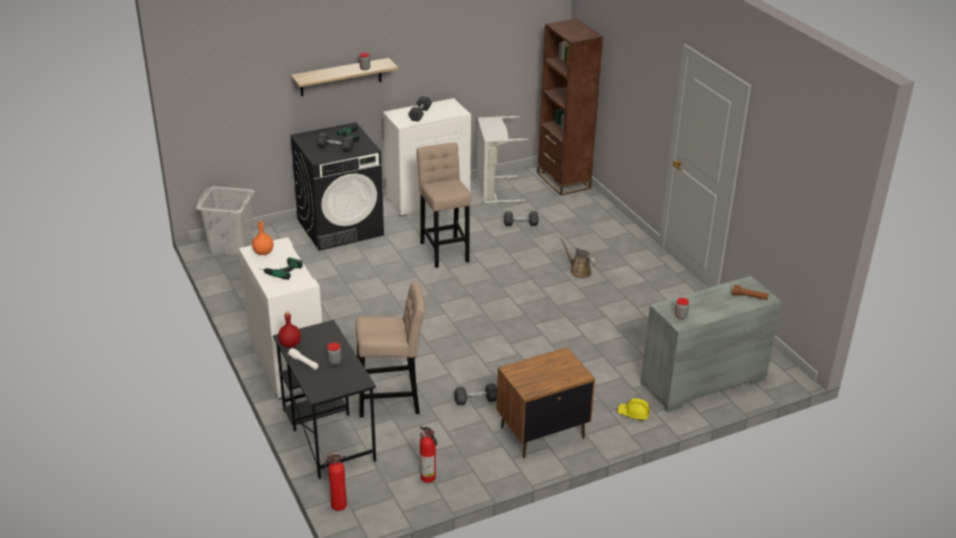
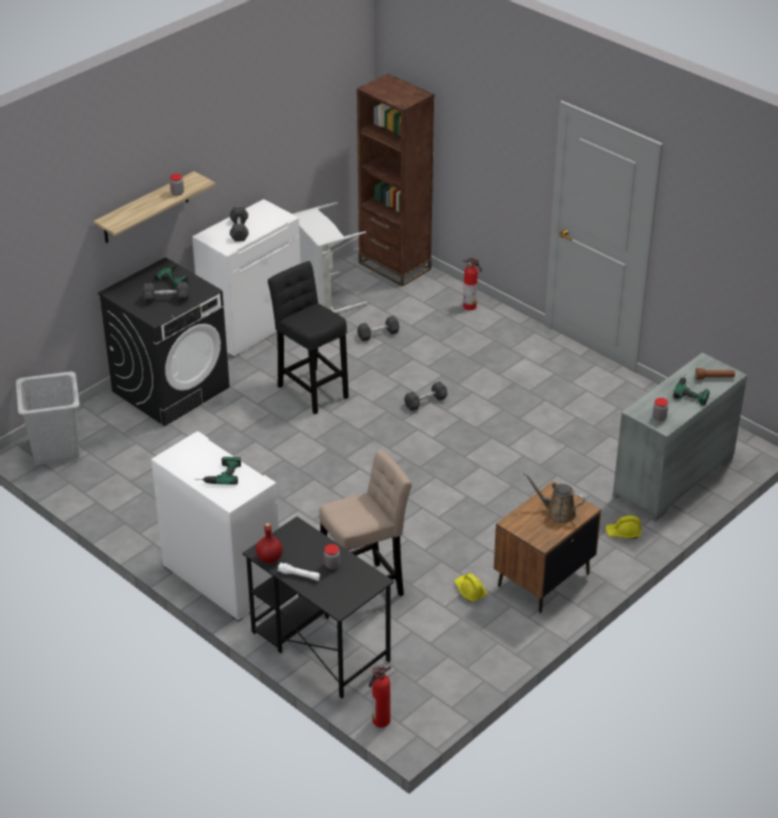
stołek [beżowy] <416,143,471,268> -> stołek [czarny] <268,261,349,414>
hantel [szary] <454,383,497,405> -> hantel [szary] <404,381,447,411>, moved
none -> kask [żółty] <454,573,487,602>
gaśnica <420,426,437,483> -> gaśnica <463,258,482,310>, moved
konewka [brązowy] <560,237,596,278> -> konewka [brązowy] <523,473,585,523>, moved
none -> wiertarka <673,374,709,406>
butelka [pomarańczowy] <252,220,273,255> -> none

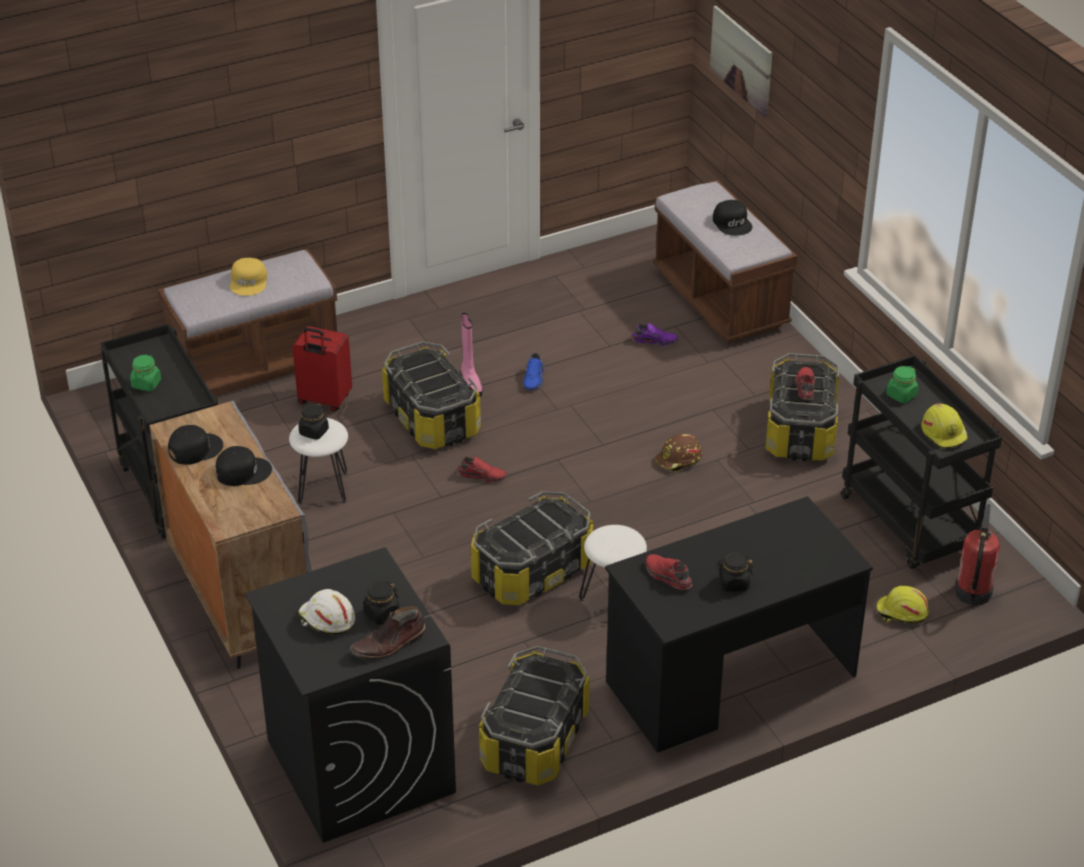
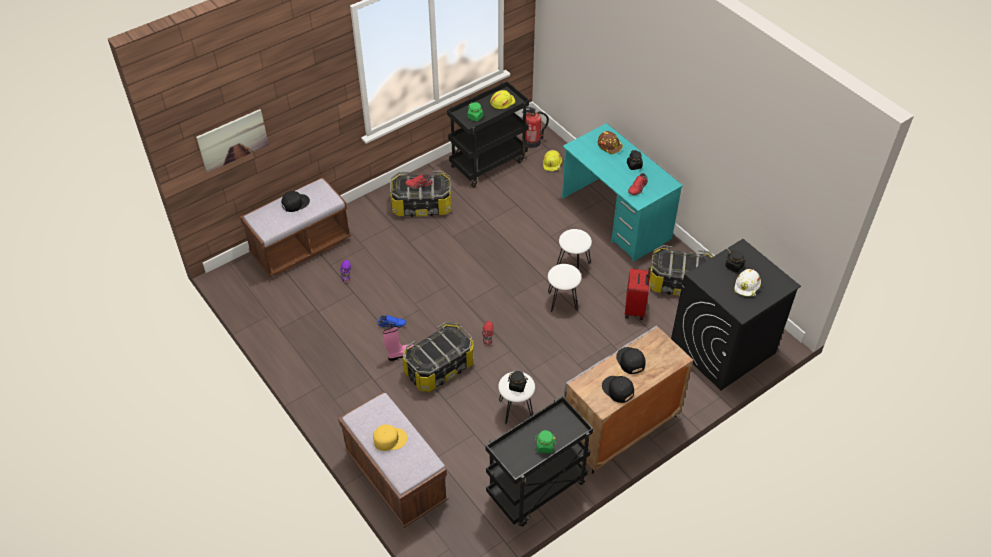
pojemnik do przechowywania <471,491,593,605> -> stołek [biały] <548,264,581,313>
biurko [czarny] <605,496,873,753> -> biurko [turkusowy] <562,123,683,262>
kask [brązowy] <655,434,702,473> -> kask [brązowy] <598,131,623,154>, moved
walizka [czerwony] <293,326,352,411> -> walizka [czerwony] <625,268,651,320>, moved
but z cholewką [brązowy] <350,606,426,660> -> none

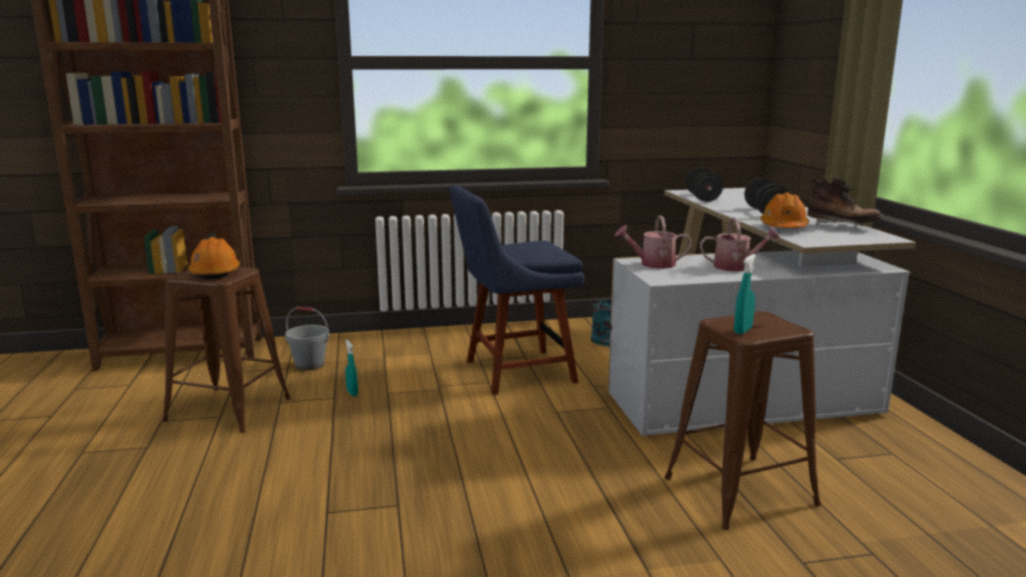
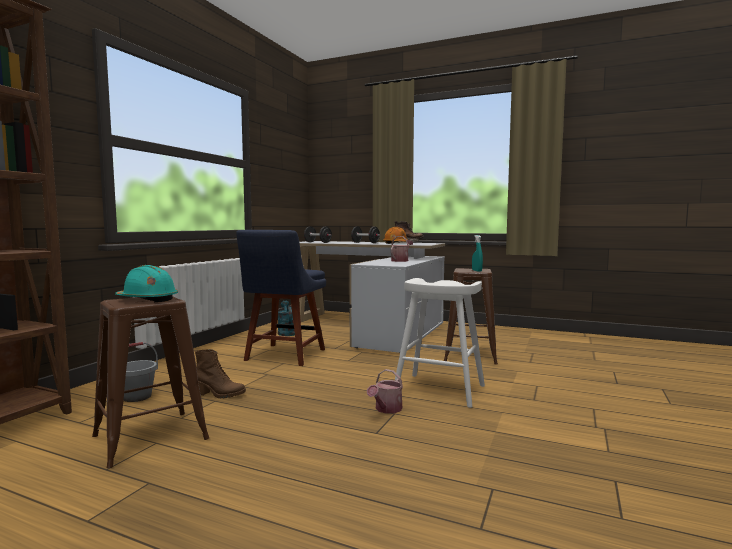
kask [pomarańczowy] <188,237,240,280> -> kask [turkusowy] <115,265,178,302>
spryskiwacz [turkusowy] <345,340,358,397> -> but z cholewką [brązowy] <195,349,246,398>
konewka <615,215,692,269> -> konewka <367,369,403,414>, moved
none -> stołek [biały] <395,278,485,408>

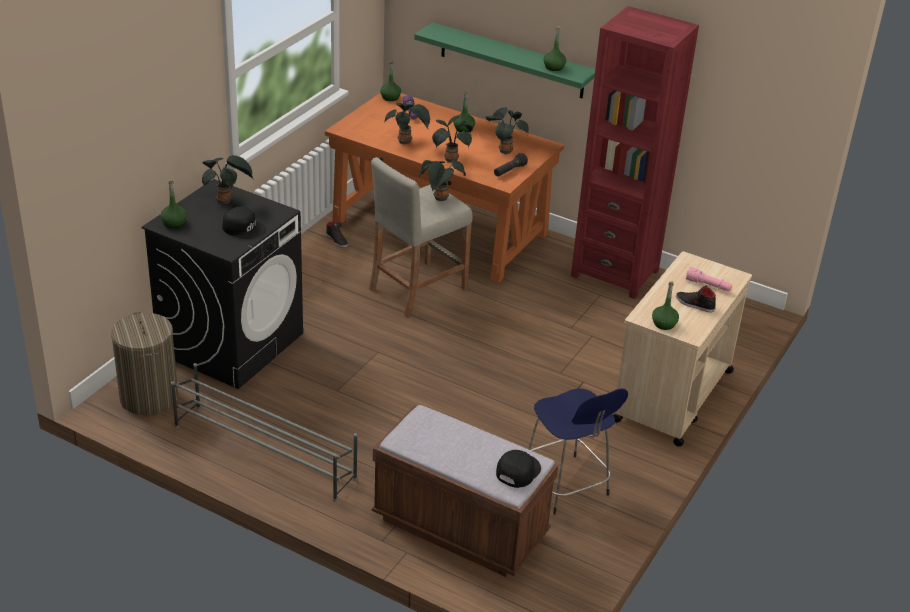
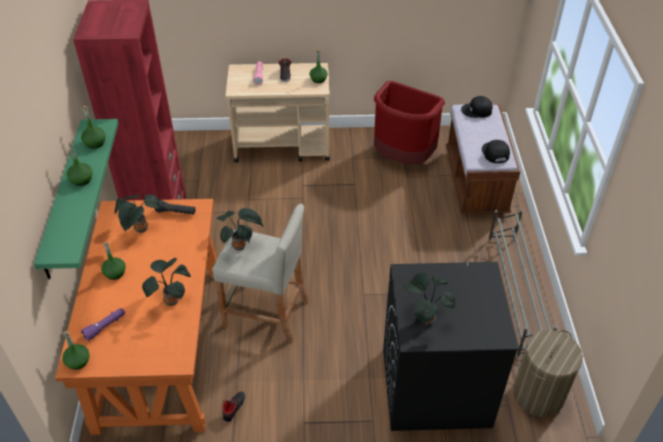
butelka [zielony] <160,180,187,228> -> butelka [zielony] <67,142,93,186>, moved
stołek [niebieski] <528,388,628,515> -> kosz na śmieci [czerwony] <374,81,445,165>
czapka z daszkiem [czarny] <222,207,266,239> -> czapka z daszkiem [czarny] <482,140,510,163>, moved
roślina doniczkowa <432,116,472,163> -> none

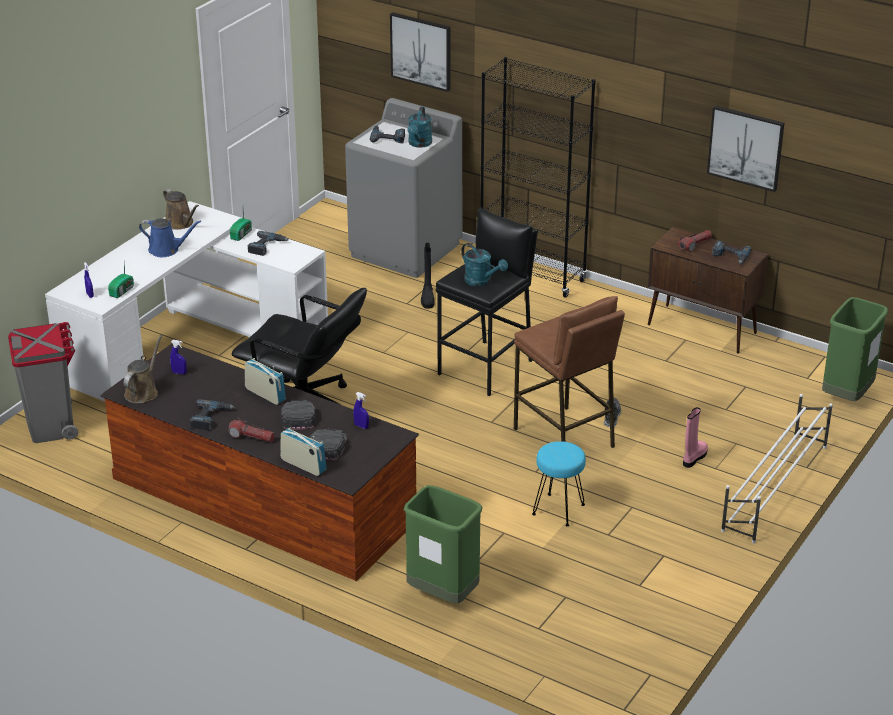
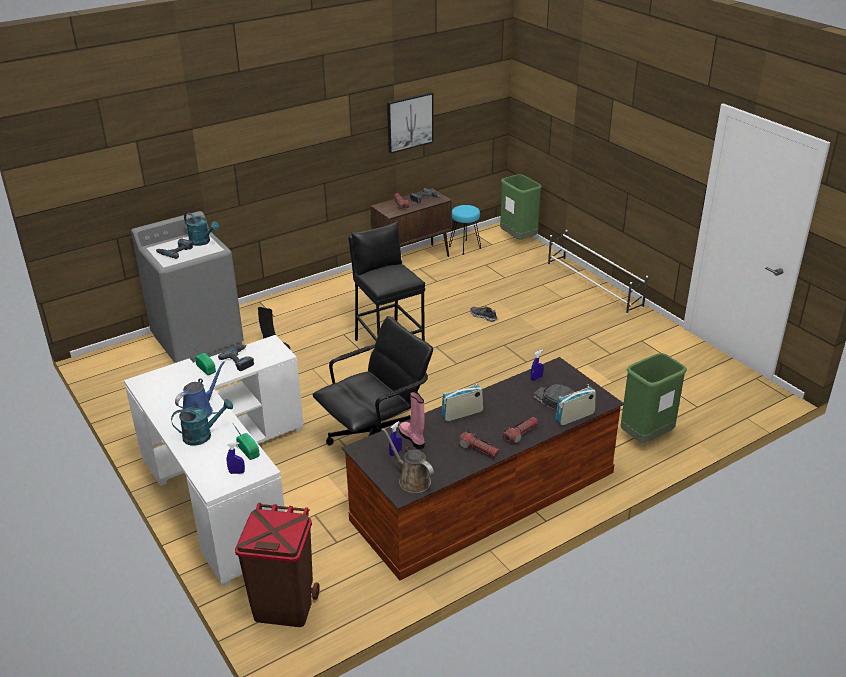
konewka [turkusowy] <461,243,508,287> -> konewka [turkusowy] <171,399,233,446>, moved
kosz na śmieci [szary] <8,322,78,443> -> kosz na śmieci [brązowy] <235,503,320,627>
but z cholewką [różowy] <683,407,708,468> -> but z cholewką [różowy] <399,391,425,449>, moved
stołek [turkusowy] <532,441,586,526> -> stołek [turkusowy] <449,205,481,255>, moved
wiertarka <190,399,235,430> -> latarka <459,430,500,458>
konewka [brązowy] <163,189,199,230> -> none
czapka z daszkiem [czarny] <281,400,315,430> -> none
obraz <390,12,451,92> -> none
regał [czarny] <480,57,596,298> -> none
stołek [brązowy] <514,296,625,448> -> none

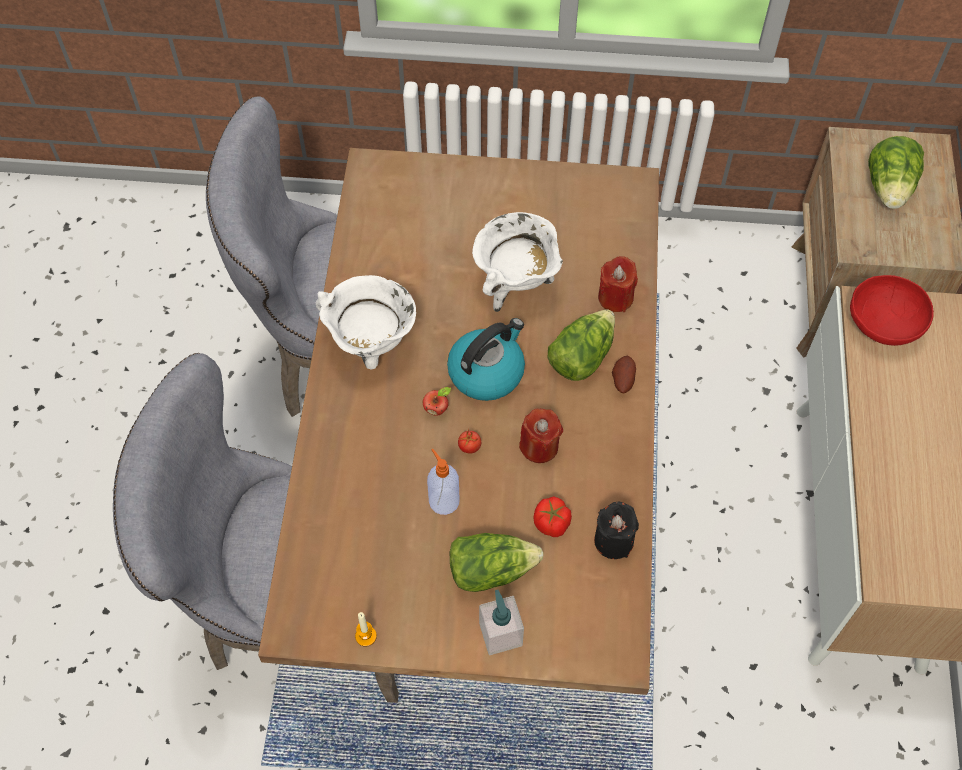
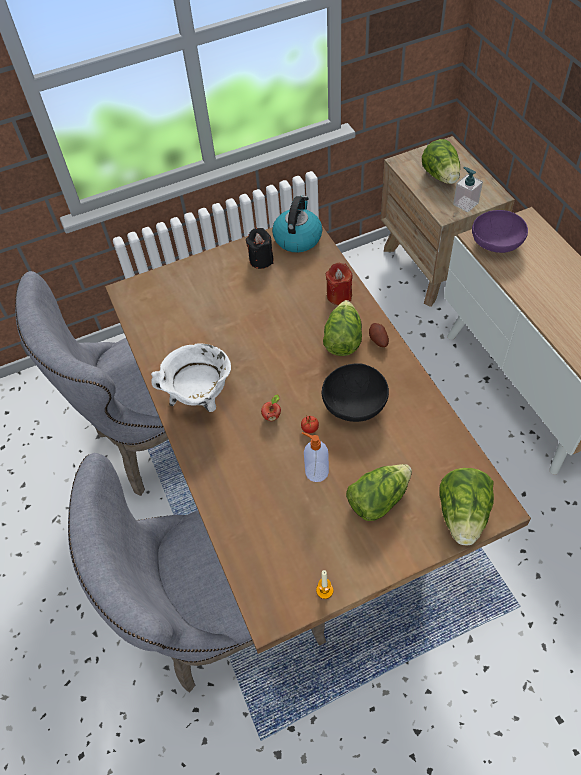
świeca [czarny] <594,502,639,559> -> świeca [czarny] <246,228,274,269>, moved
czajnik <447,318,525,401> -> czajnik <272,196,322,253>, moved
świeca [czerwony] <519,409,563,463> -> miska [czarny] <321,363,389,422>
none -> sałata <439,468,494,545>
dozownik mydła <479,590,524,655> -> dozownik mydła <453,167,483,212>, moved
miska [czerwony] <850,275,934,346> -> miska [fioletowy] <472,210,528,253>
garnek [biały] <472,212,563,312> -> none
pomidor <533,496,572,537> -> none

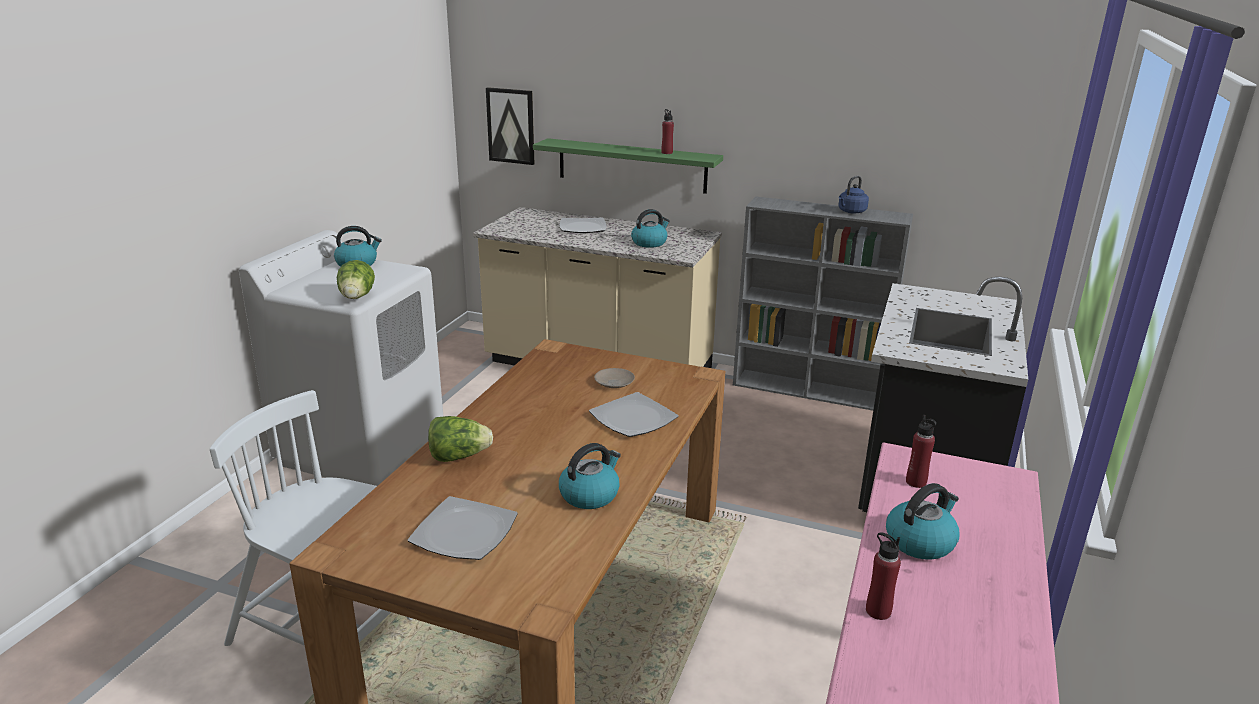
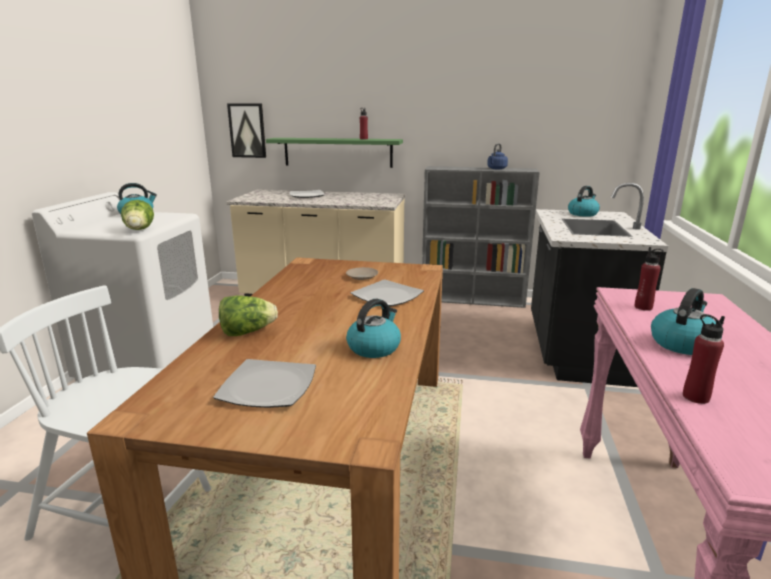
czajnik <631,209,670,248> -> czajnik <568,186,600,217>, moved

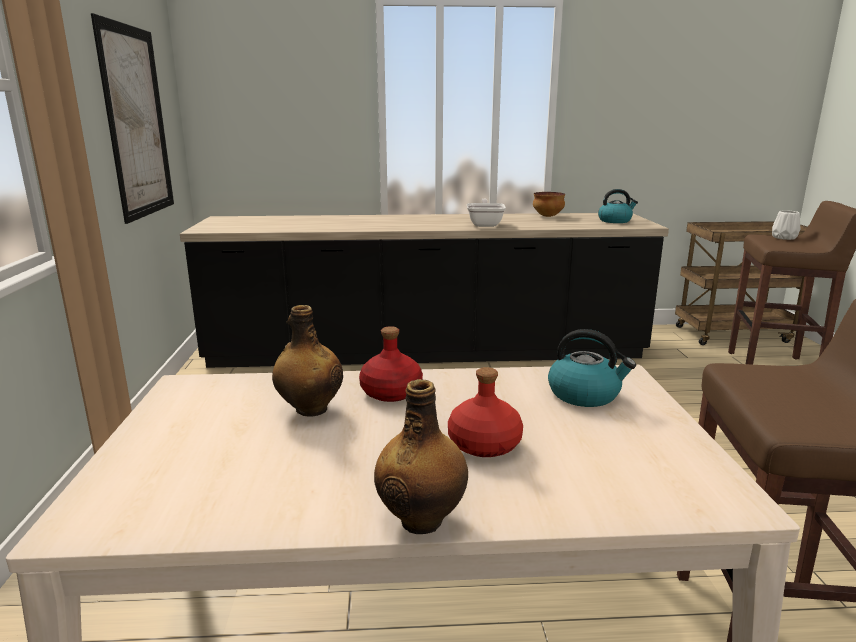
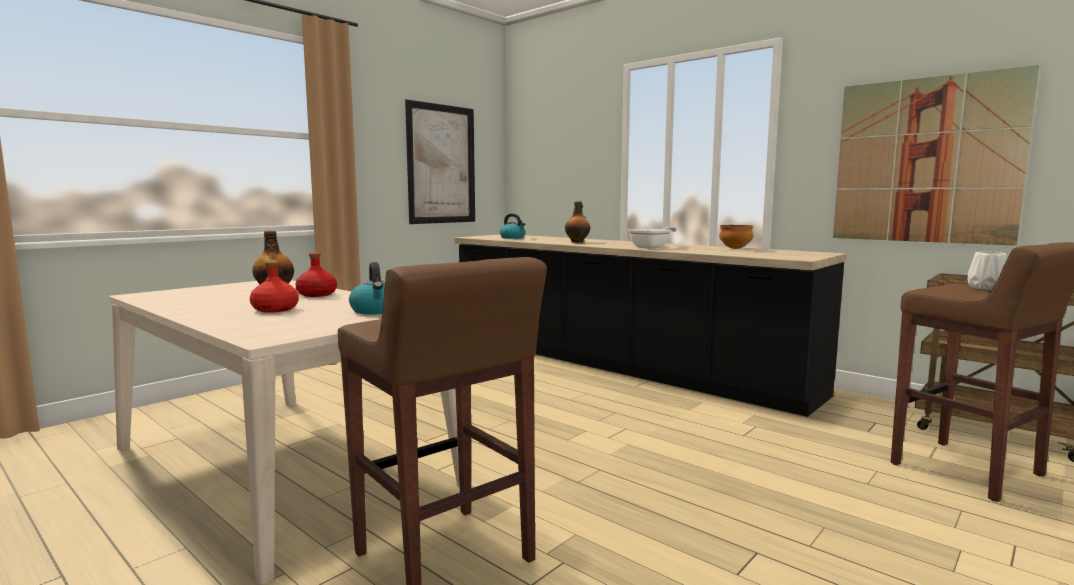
czajnik <598,189,638,223> -> czajnik <500,213,526,239>, moved
butelka <374,379,468,534> -> butelka <565,201,590,243>, moved
none -> obraz <833,65,1039,246>

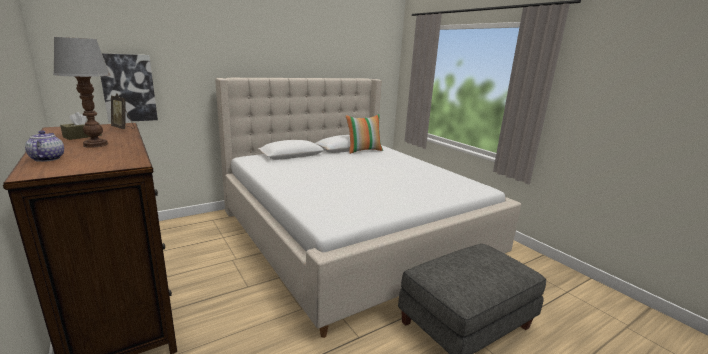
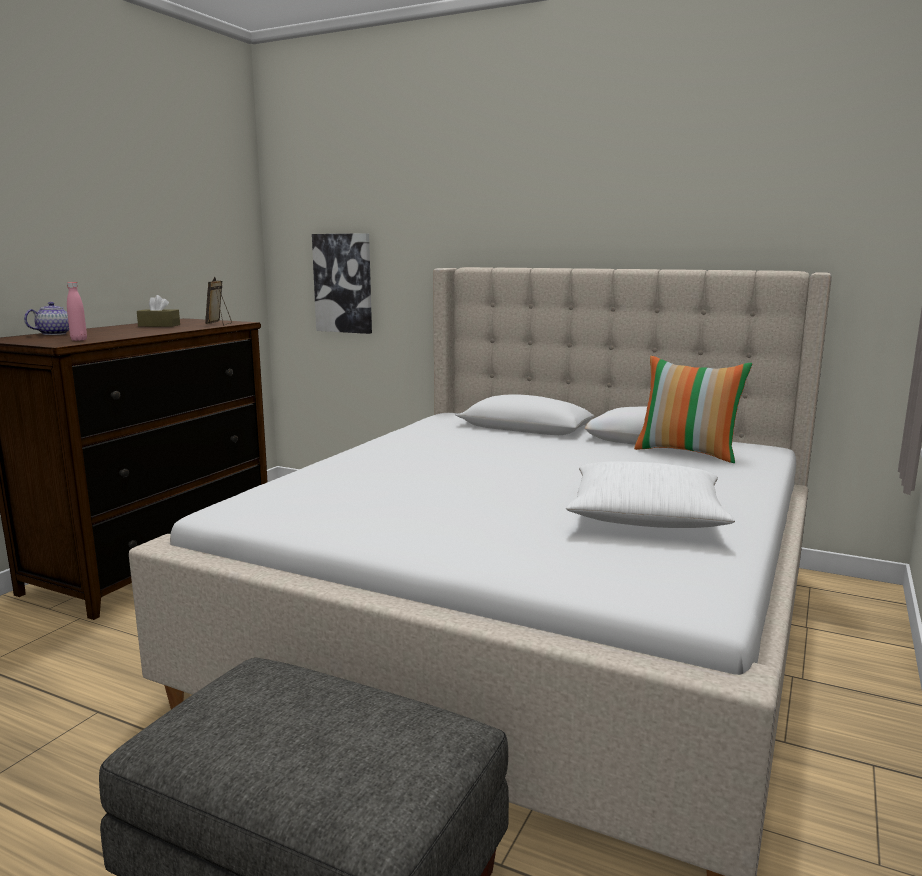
none -> butelka [różowy] <67,282,87,341>
none -> poduszka [biały] <566,461,735,528>
lampa stołowa <53,37,110,148> -> none

